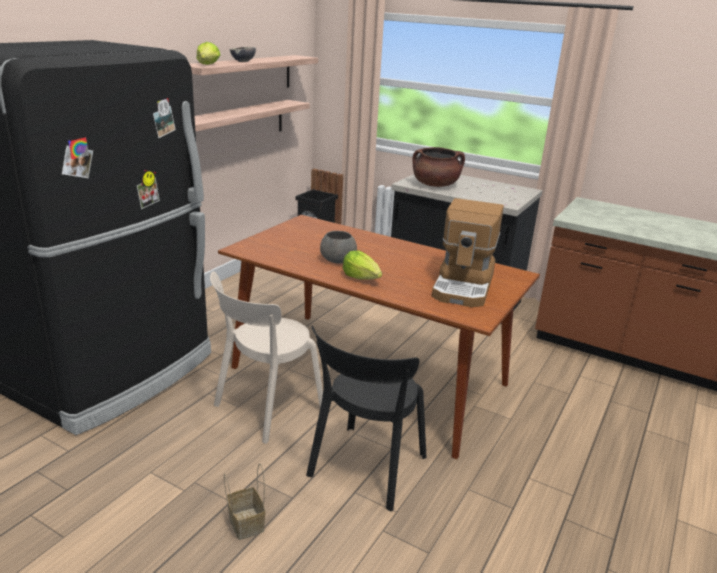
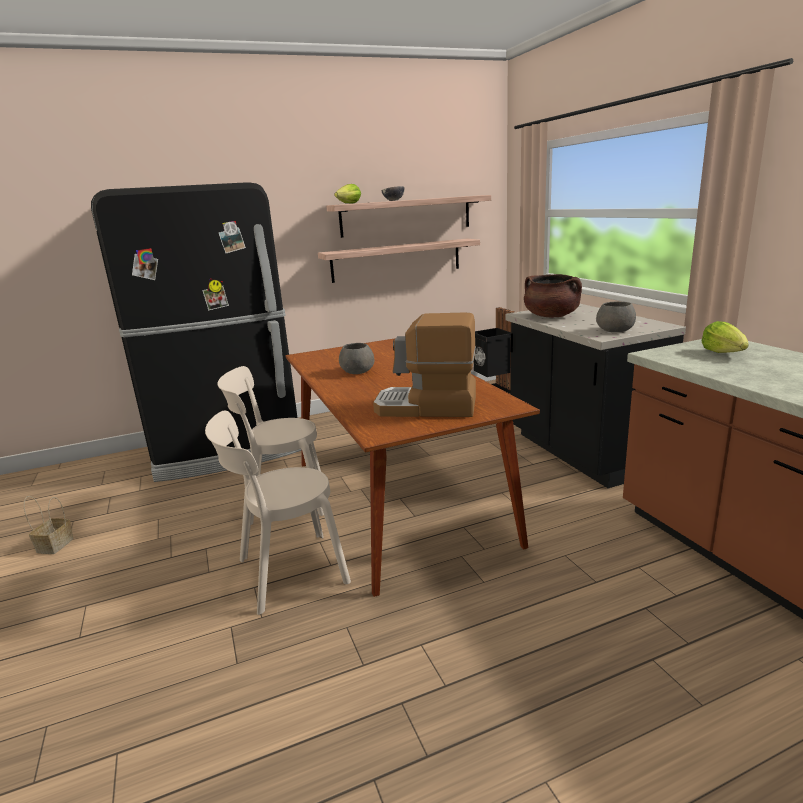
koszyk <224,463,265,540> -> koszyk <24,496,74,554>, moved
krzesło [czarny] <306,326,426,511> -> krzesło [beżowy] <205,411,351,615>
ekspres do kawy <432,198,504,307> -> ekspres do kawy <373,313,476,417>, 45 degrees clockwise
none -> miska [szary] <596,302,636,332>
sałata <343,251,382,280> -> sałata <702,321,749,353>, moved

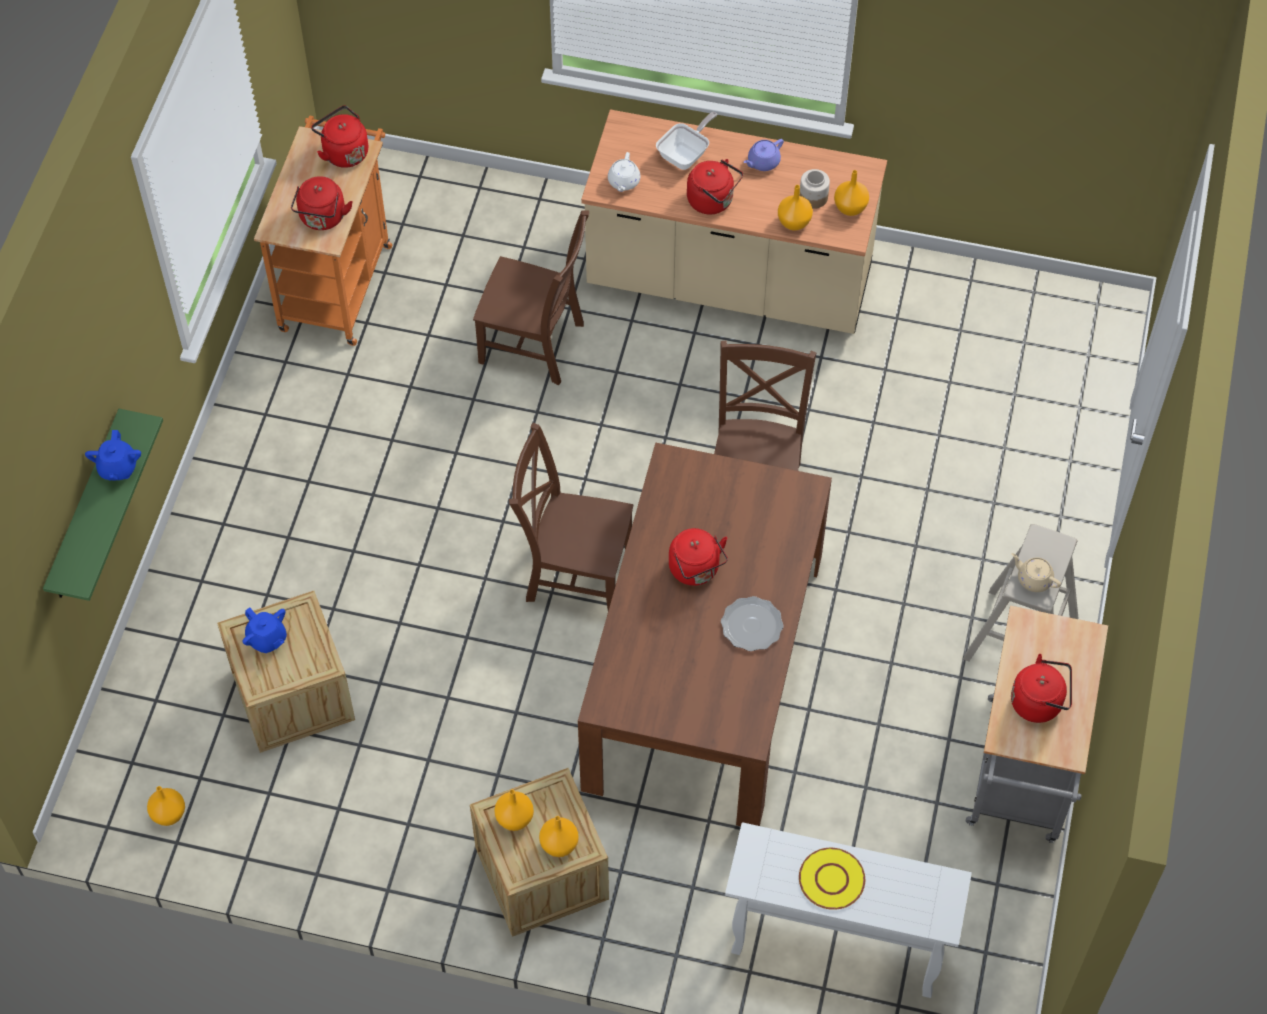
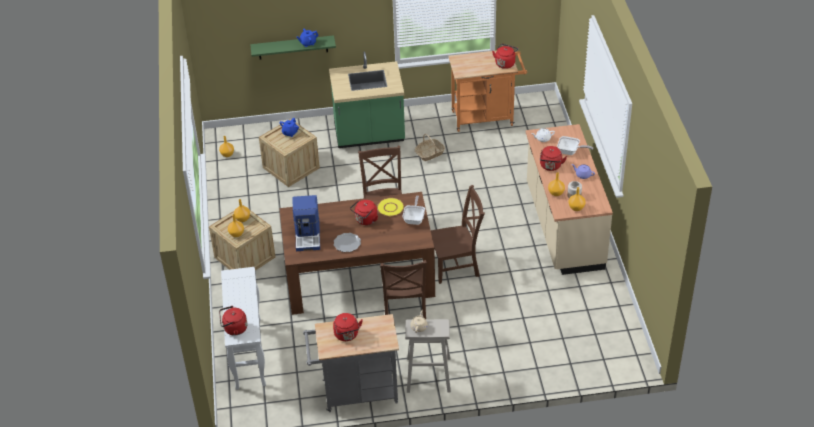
czajnik [czerwony] <291,176,353,230> -> czajnik [czerwony] <219,306,247,336>, moved
none -> ekspres do kawy <293,195,320,251>
none -> zabudowa kuchenna [zielony] <329,51,405,148>
talerz [żółty] <799,848,865,910> -> talerz [żółty] <377,198,404,216>, moved
krzesło [brązowy] <473,210,589,385> -> krzesło [brązowy] <380,260,427,319>, moved
none -> patelnia <402,196,425,225>
none -> koszyk <415,134,445,161>

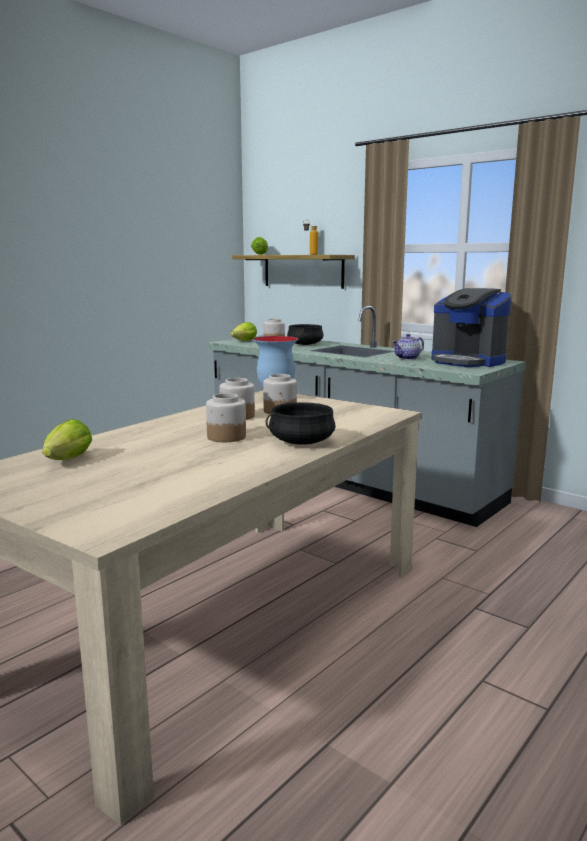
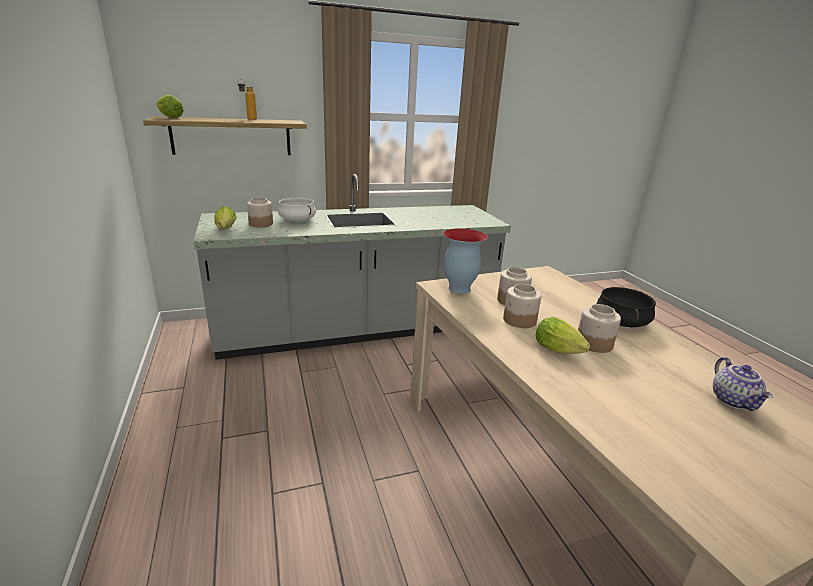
garnek [czarny] <287,324,323,345> -> garnek [biały] <278,198,316,222>
sałata <42,419,92,460> -> sałata <535,317,590,354>, moved
imbryk <392,334,424,360> -> imbryk <713,357,773,411>, moved
ekspres do kawy <431,288,512,367> -> none

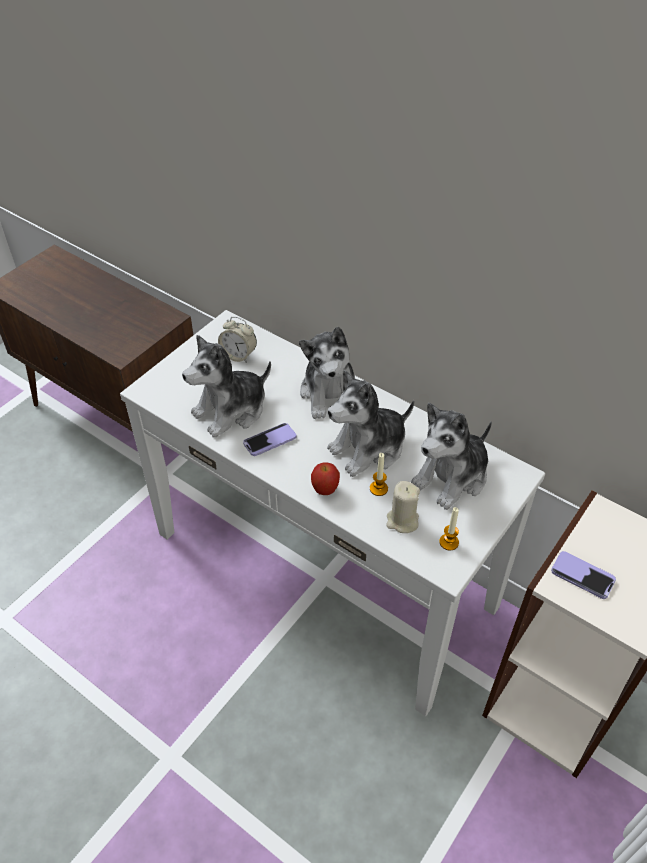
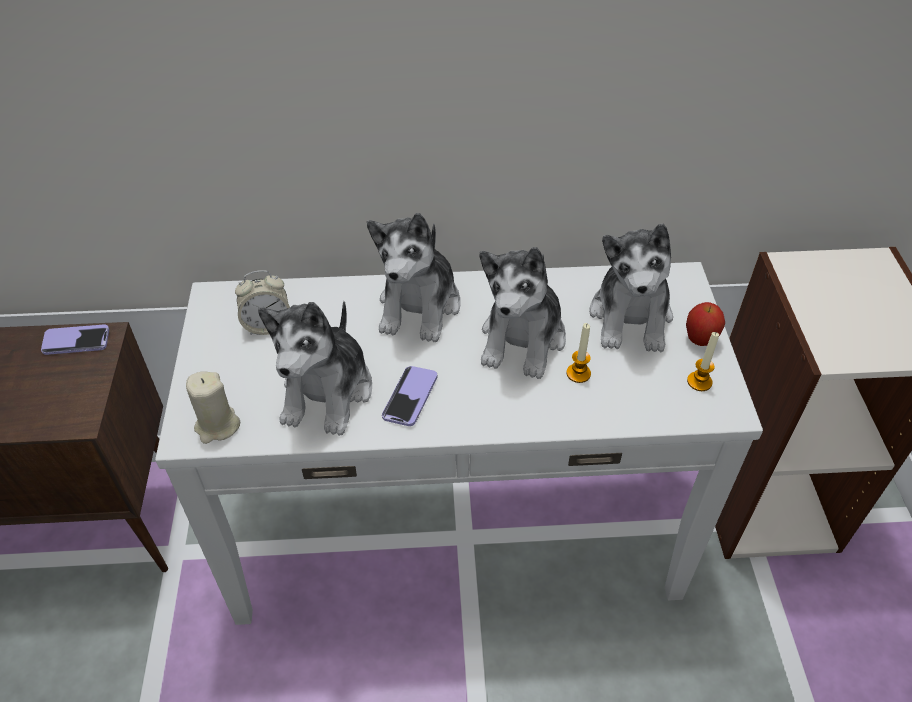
telefon <551,551,616,599> -> telefon <41,324,109,355>, moved
świeca [beżowy] <386,481,420,533> -> świeca [beżowy] <186,371,240,444>, moved
pluszak <299,327,355,419> -> pluszak <367,213,461,342>, 60 degrees clockwise
jabłko <311,463,340,495> -> jabłko <686,302,725,346>, moved

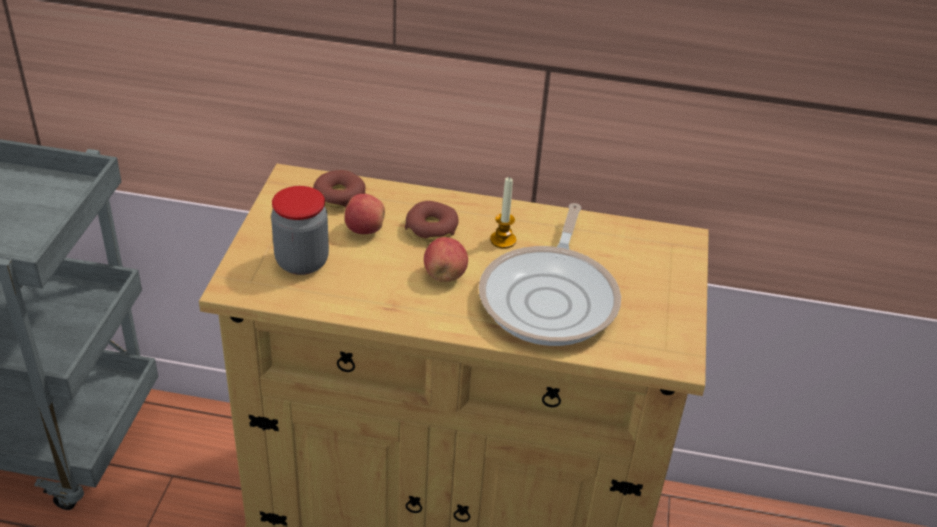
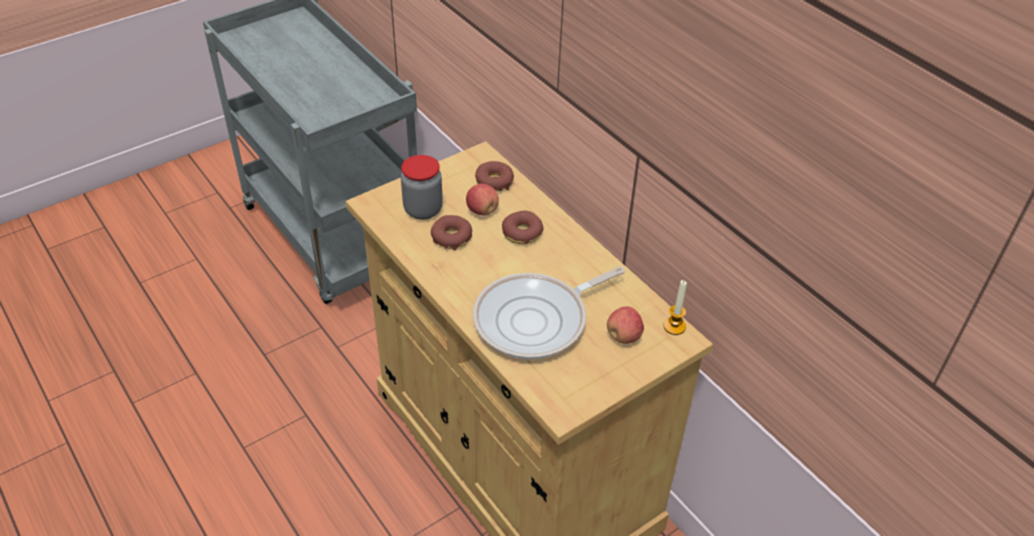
none -> donut <431,215,472,250>
jabłko <424,237,468,282> -> jabłko <607,306,644,344>, moved
świeca <490,177,516,249> -> świeca <663,280,687,335>, moved

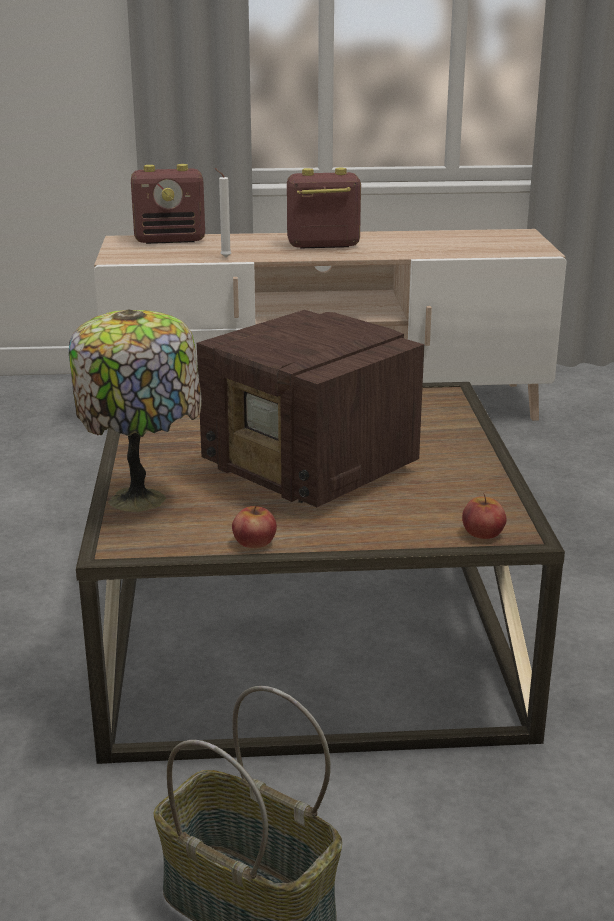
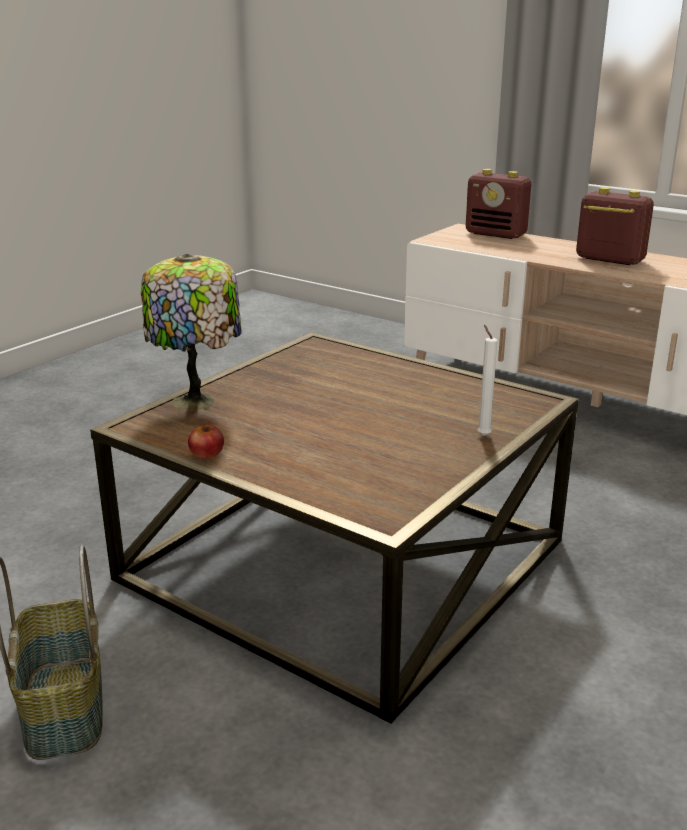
świeca [biały] <215,168,231,258> -> świeca [biały] <478,325,497,436>, moved
radio <197,310,424,508> -> none
jabłko <462,494,506,539> -> none

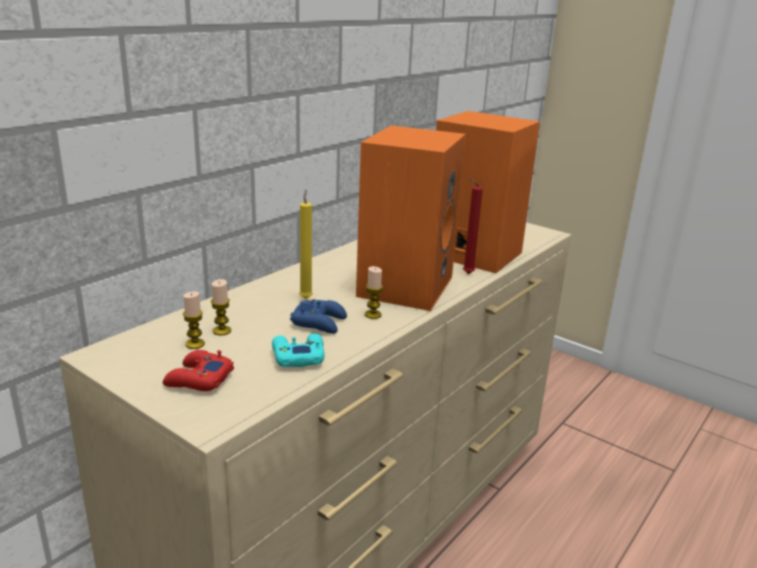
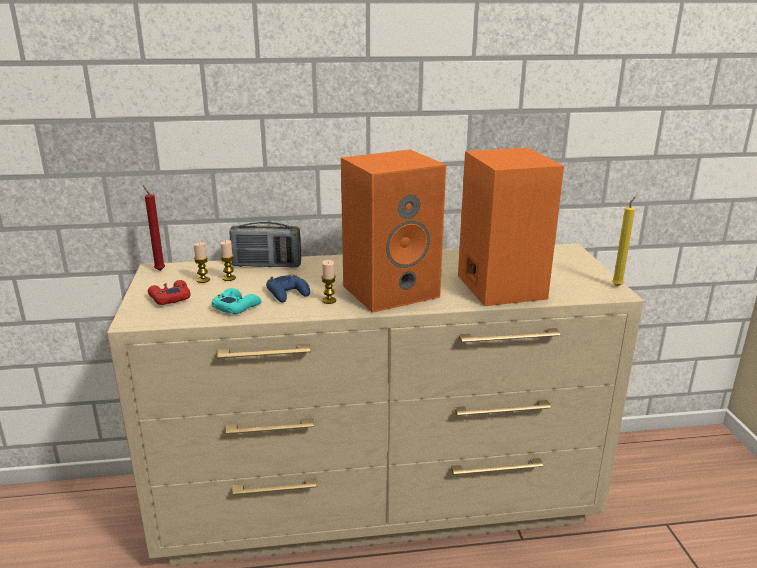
świeca [czerwony] <463,177,483,274> -> świeca [czerwony] <143,185,165,271>, moved
none -> radio <229,222,301,268>
świeca [żółty] <299,190,313,299> -> świeca [żółty] <612,197,635,286>, moved

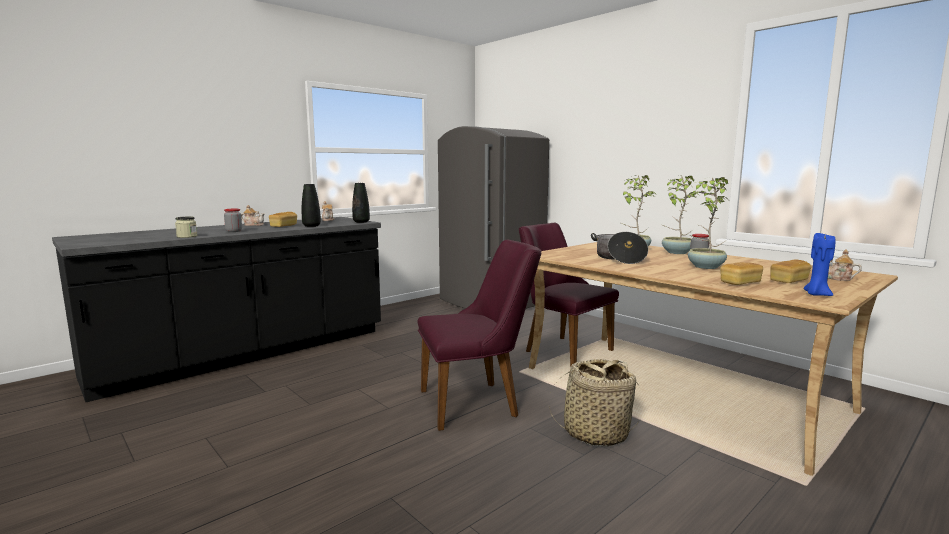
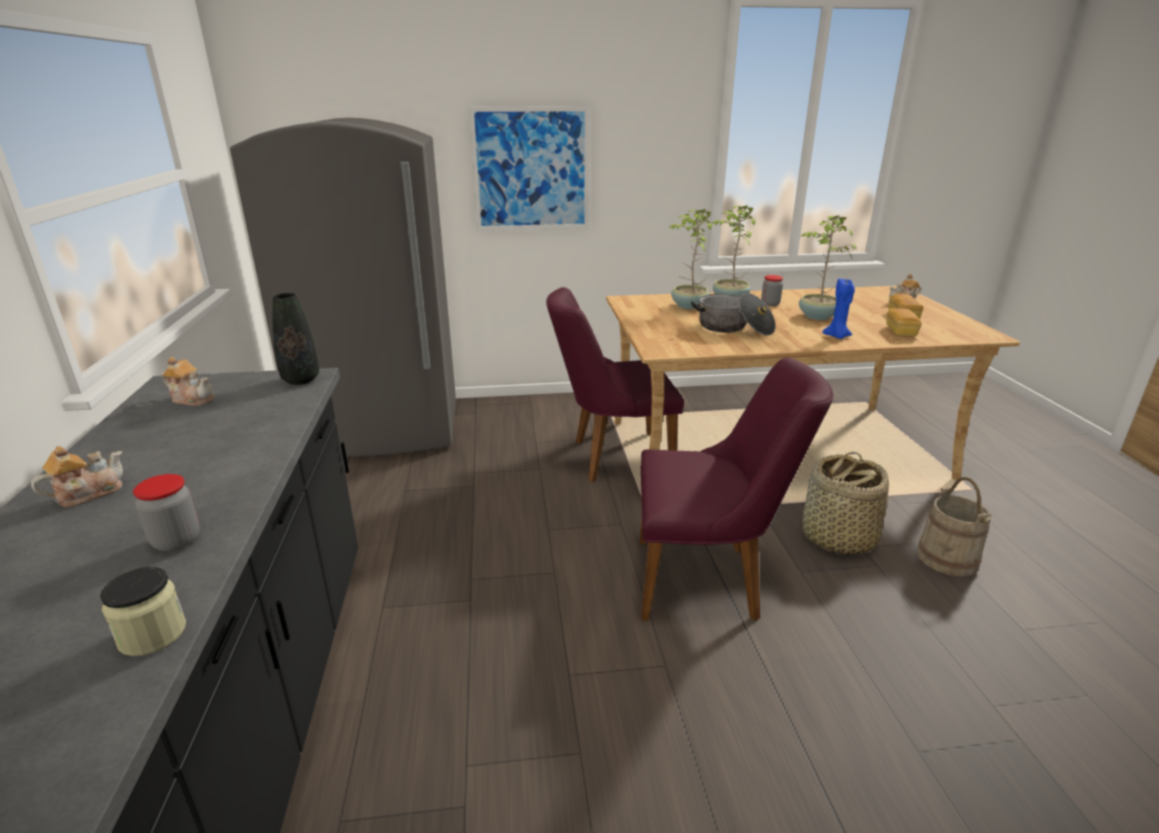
none -> obraz <469,106,589,231>
krzesło [fioletowy] <418,240,541,431> -> krzesło [fioletowy] <639,357,834,621>, 75 degrees clockwise
świeca [niebieski] <804,232,835,296> -> świeca [niebieski] <822,278,855,339>, moved
none -> wiadro [beżowy] <917,477,991,577>
chleb <269,212,297,227> -> none
wazon [czarny] <302,184,321,227> -> none

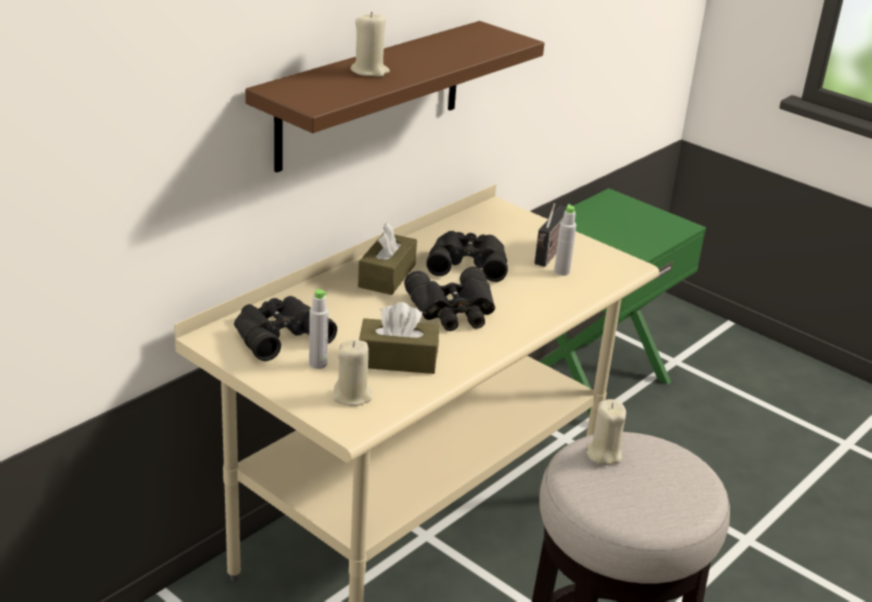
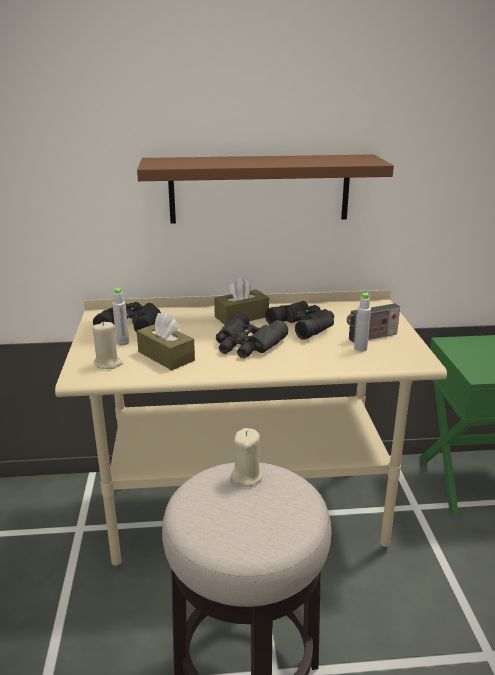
świeca [beżowy] <350,12,390,77> -> none

